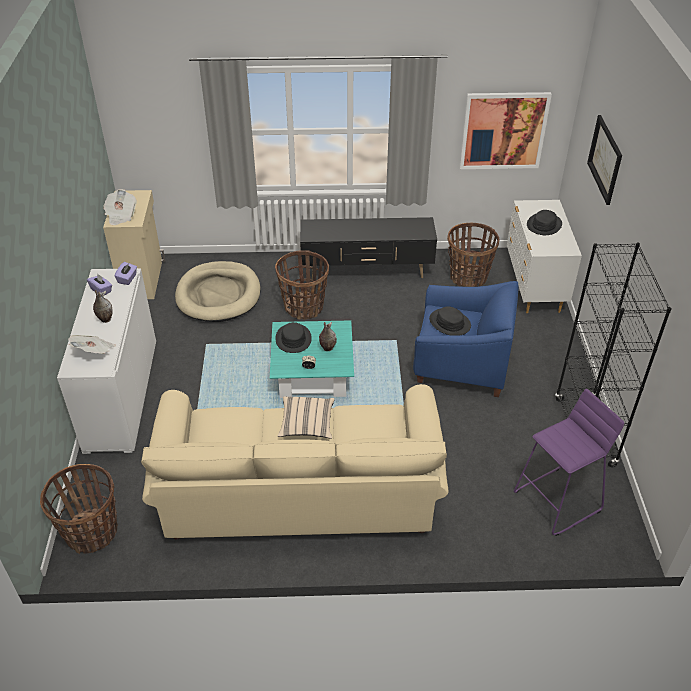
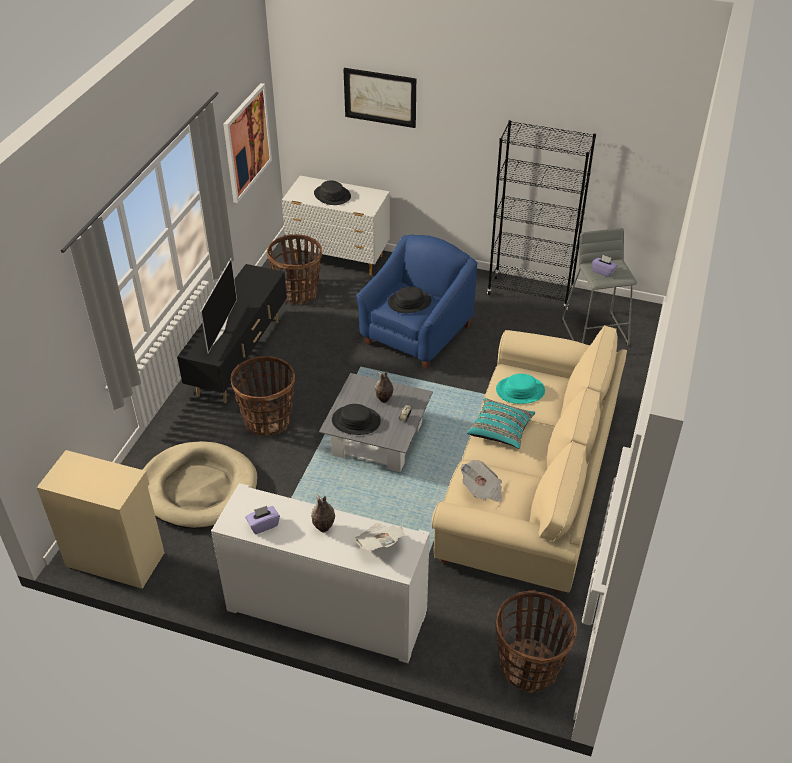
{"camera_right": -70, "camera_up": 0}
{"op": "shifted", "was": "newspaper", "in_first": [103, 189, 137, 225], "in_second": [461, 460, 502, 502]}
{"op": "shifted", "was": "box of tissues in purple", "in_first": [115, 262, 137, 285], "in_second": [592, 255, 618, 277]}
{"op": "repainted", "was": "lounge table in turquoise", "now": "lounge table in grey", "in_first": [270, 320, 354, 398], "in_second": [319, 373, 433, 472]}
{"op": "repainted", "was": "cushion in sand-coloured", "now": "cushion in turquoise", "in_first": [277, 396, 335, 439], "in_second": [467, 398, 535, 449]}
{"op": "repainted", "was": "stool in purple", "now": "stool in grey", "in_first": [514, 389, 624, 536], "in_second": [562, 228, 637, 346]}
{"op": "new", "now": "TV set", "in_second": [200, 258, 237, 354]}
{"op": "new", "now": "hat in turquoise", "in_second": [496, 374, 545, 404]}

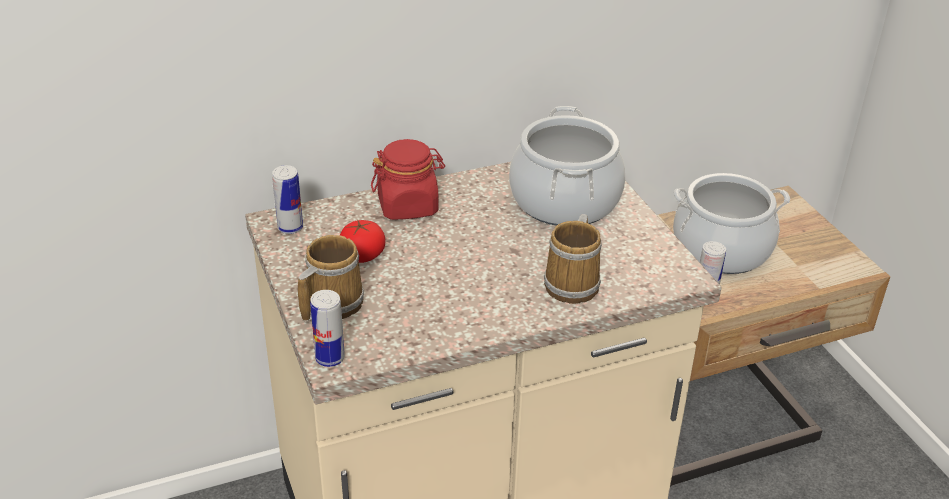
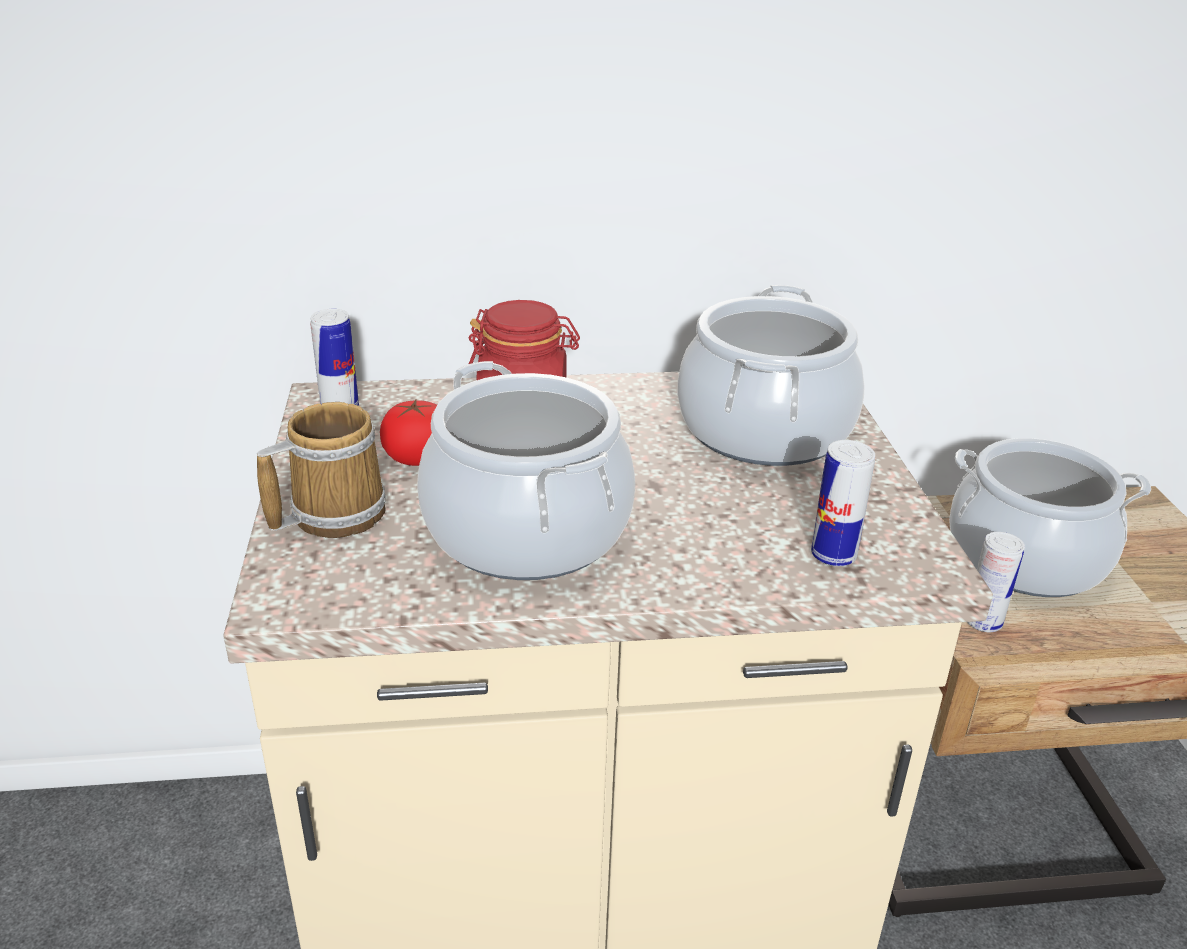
{"camera_right": 15, "camera_up": -5}
{"op": "shifted", "was": "metal can", "in_first": [310, 290, 345, 367], "in_second": [811, 440, 875, 566]}
{"op": "gone", "was": "mug", "in_first": [544, 214, 602, 304]}
{"op": "new", "now": "saucepot", "in_second": [417, 361, 636, 580]}

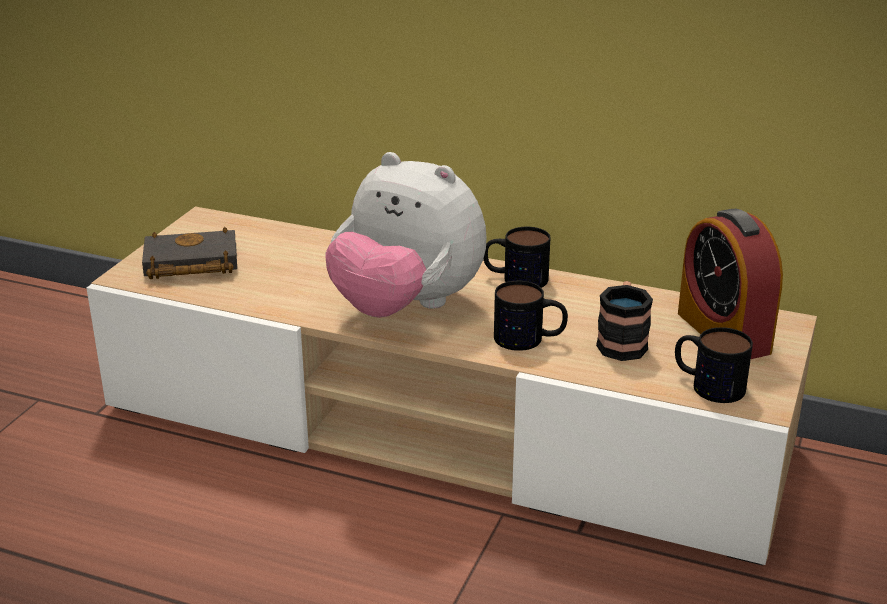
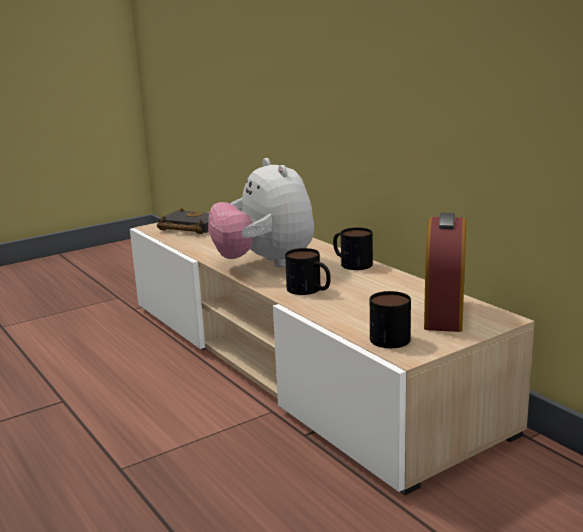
{"camera_right": 35, "camera_up": -10}
{"op": "gone", "was": "mug", "in_first": [596, 281, 653, 361]}

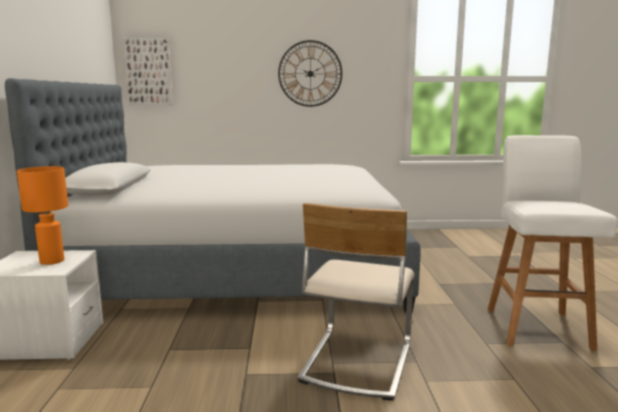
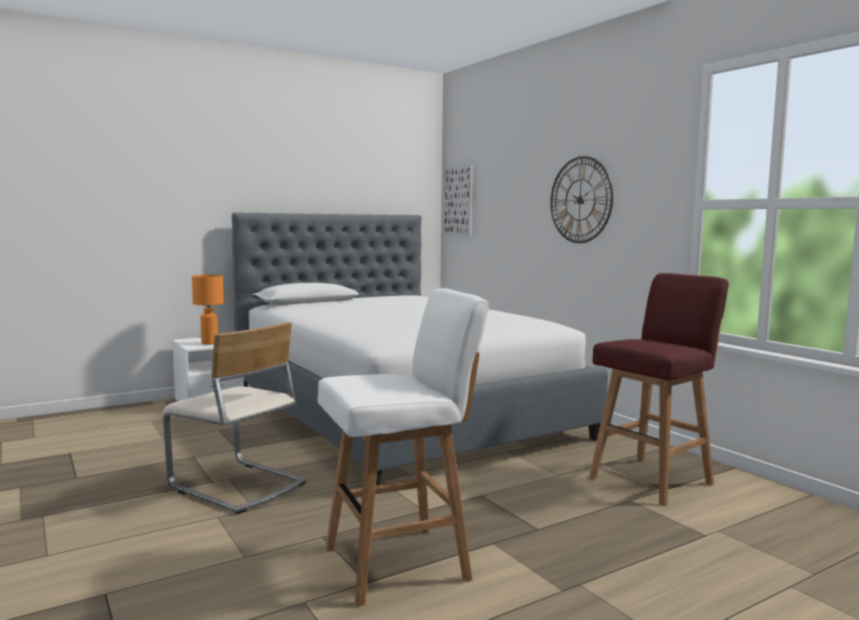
{"camera_right": 60, "camera_up": -5}
{"op": "rotated", "was": "plain chair in sand-coloured", "in_first": [297, 203, 414, 401], "in_second": [162, 322, 306, 514], "clockwise": -135}
{"op": "new", "now": "stool in red-coloured", "in_second": [589, 273, 729, 506]}

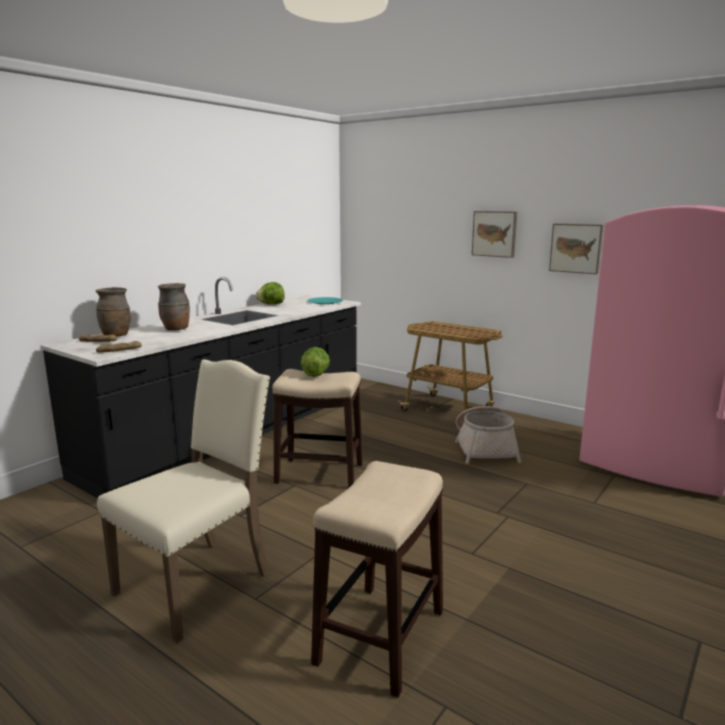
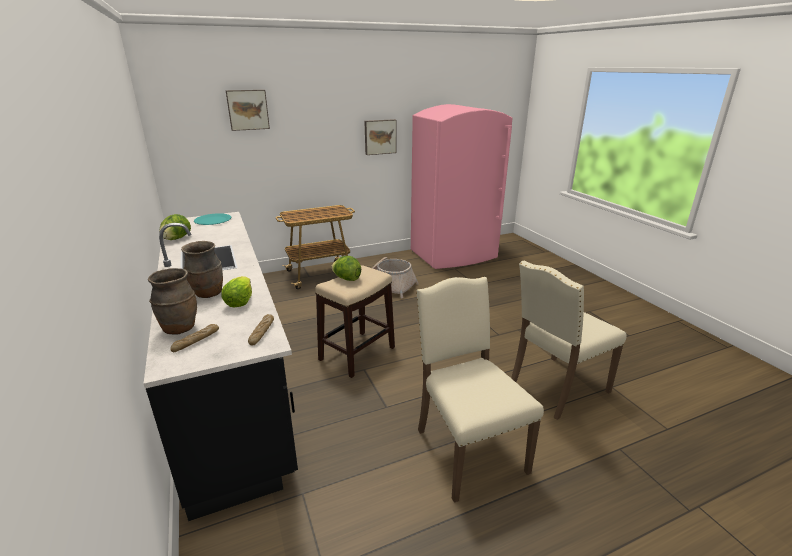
{"camera_right": -60, "camera_up": 10}
{"op": "swapped", "was": "stool", "now": "plain chair in sand-coloured", "in_first": [311, 461, 443, 698], "in_second": [511, 261, 626, 420]}
{"op": "shifted", "was": "wall art", "in_first": [472, 211, 517, 258], "in_second": [226, 90, 270, 131]}
{"op": "new", "now": "lettuce head", "in_second": [221, 276, 252, 308]}

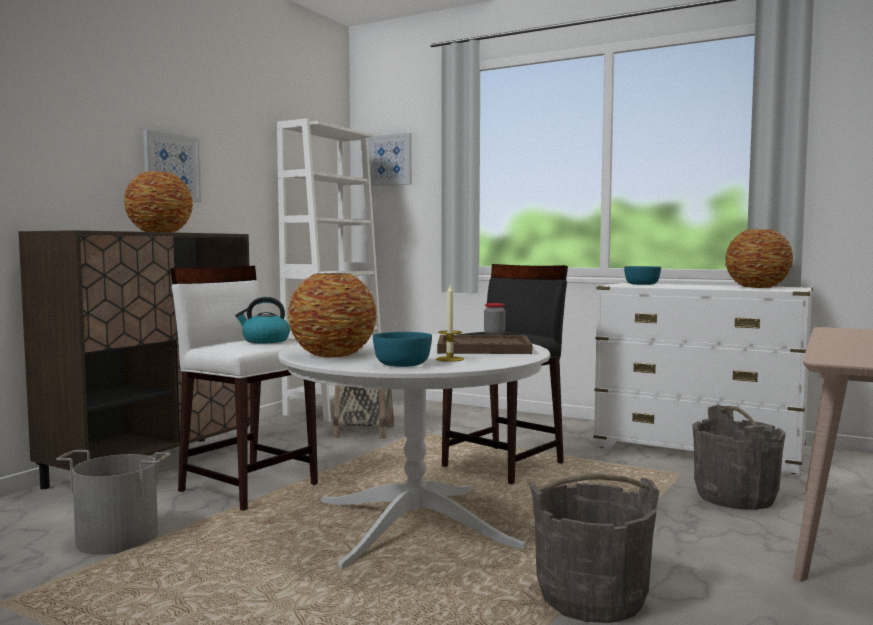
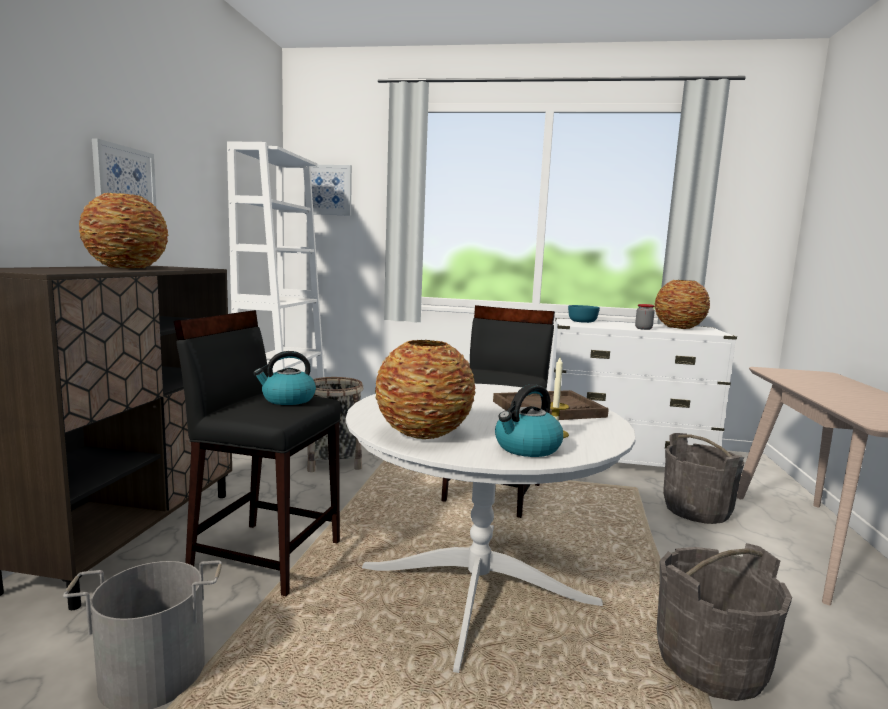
{"camera_right": -20, "camera_up": 5}
{"op": "repainted", "was": "stool in whitish", "now": "stool in black-coloured", "in_first": [170, 266, 318, 511], "in_second": [174, 310, 341, 596]}
{"op": "swapped", "was": "serving bowl in turquoise", "now": "kettle", "in_first": [373, 332, 432, 367], "in_second": [495, 384, 564, 457]}
{"op": "shifted", "was": "storage jar", "in_first": [484, 303, 505, 335], "in_second": [635, 304, 655, 330]}

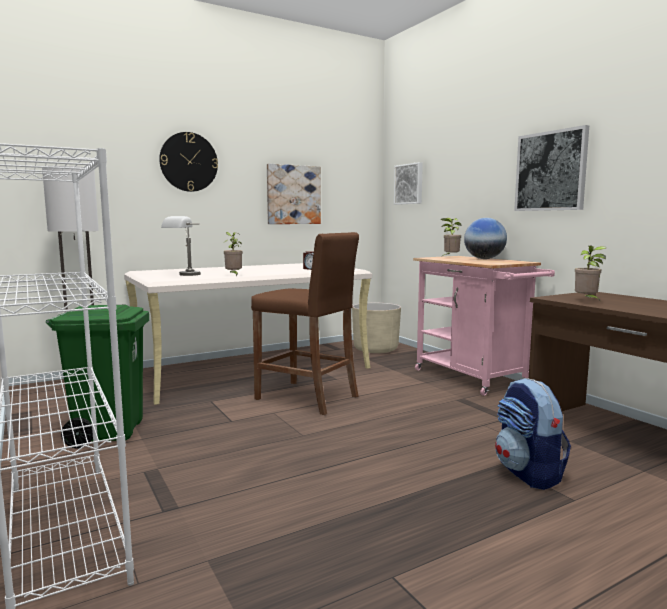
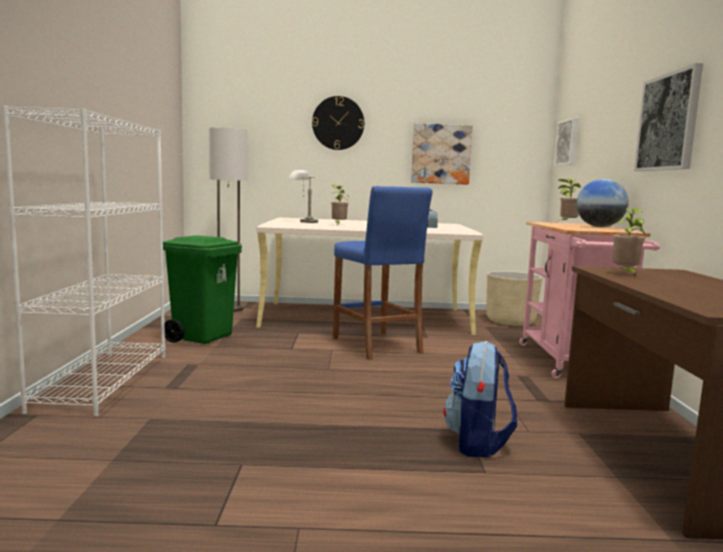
{"camera_right": 30, "camera_up": 0}
{"op": "repainted", "was": "stool in brown", "now": "stool in blue", "in_first": [251, 232, 359, 415], "in_second": [333, 186, 432, 360]}

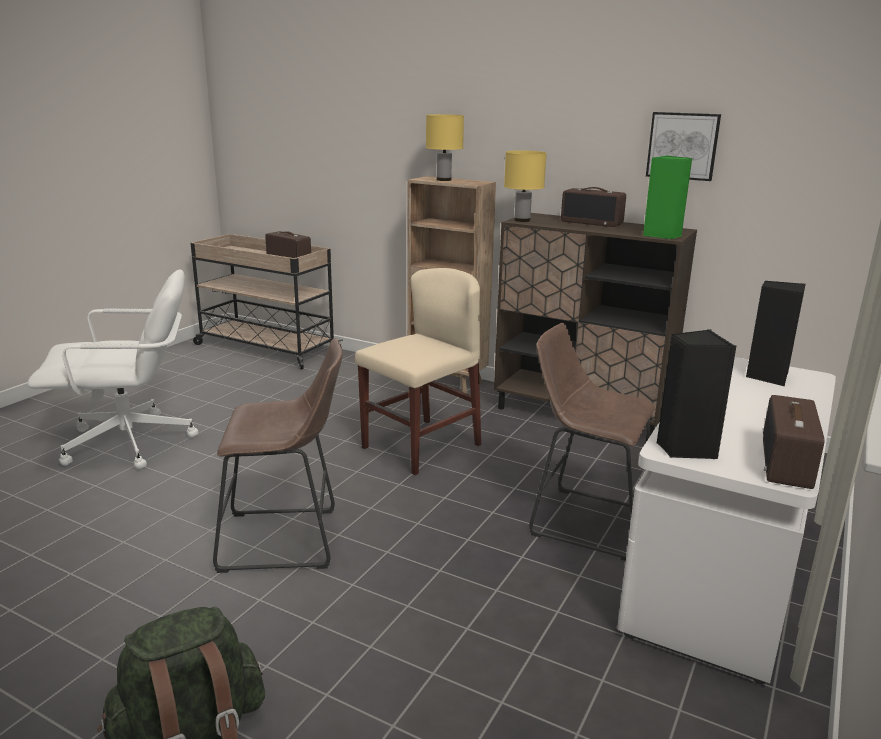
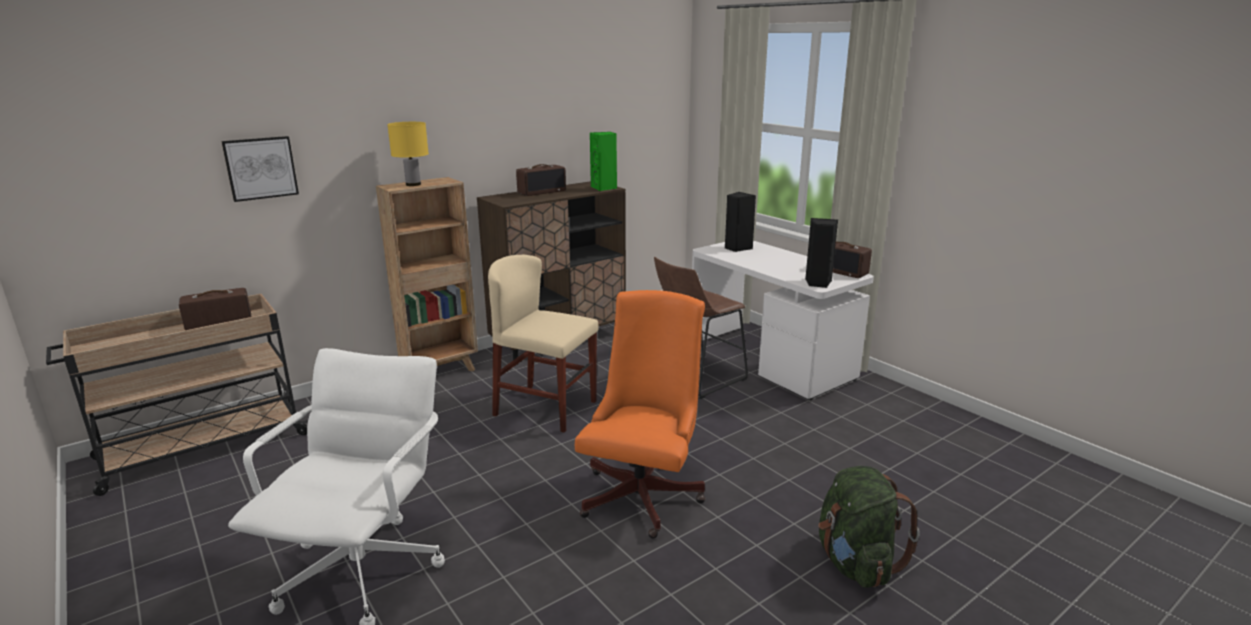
{"camera_right": -65, "camera_up": 0}
{"op": "swapped", "was": "stool in brown", "now": "computer chair in orangey", "in_first": [213, 338, 342, 573], "in_second": [575, 290, 705, 539]}
{"op": "rotated", "was": "plain chair in sand-coloured", "in_first": [355, 268, 481, 475], "in_second": [488, 255, 599, 432], "clockwise": -45}
{"op": "gone", "was": "table lamp in yellow-coloured", "in_first": [504, 150, 547, 222]}
{"op": "shifted", "was": "wall art", "in_first": [646, 112, 721, 181], "in_second": [221, 136, 299, 202]}

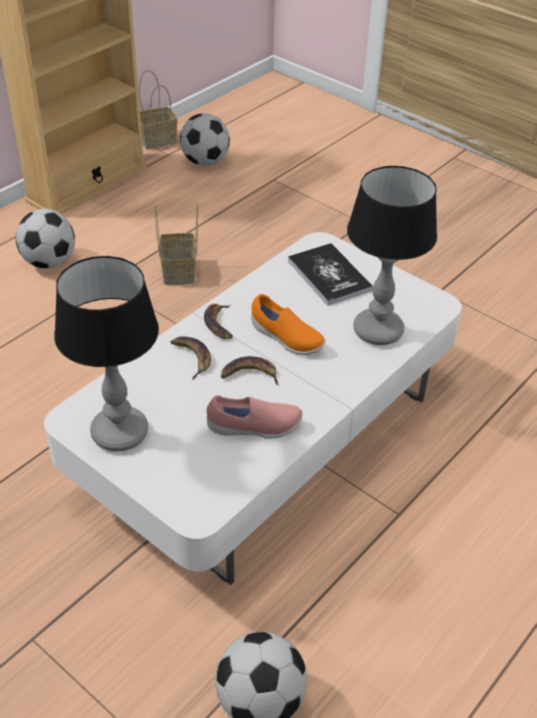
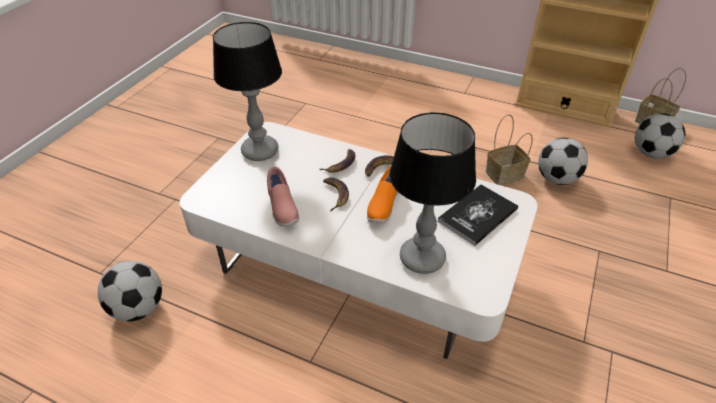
{"camera_right": 75, "camera_up": 0}
{"op": "shifted", "was": "football ball", "in_first": [15, 209, 75, 269], "in_second": [538, 138, 588, 185]}

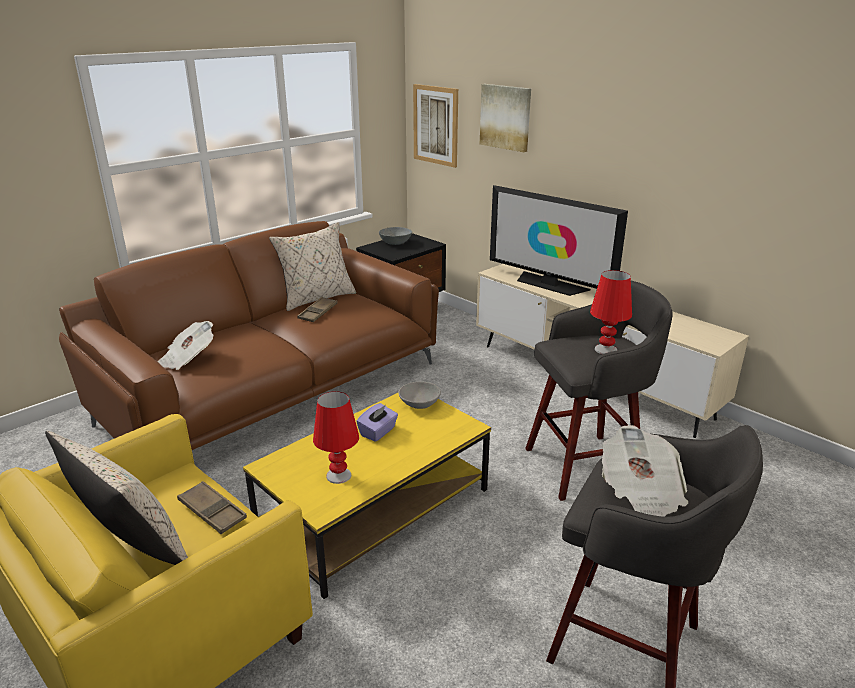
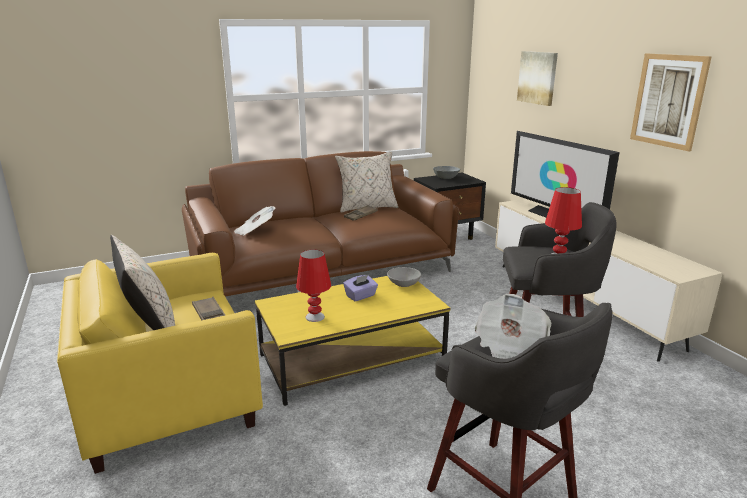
{"camera_right": 20, "camera_up": -5}
{"op": "shifted", "was": "wall art", "in_first": [413, 84, 458, 168], "in_second": [630, 53, 712, 151]}

